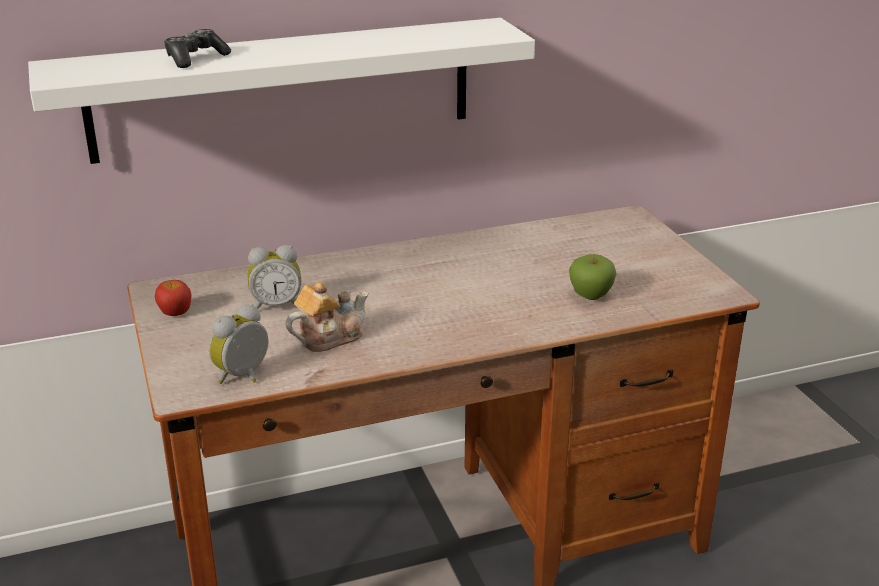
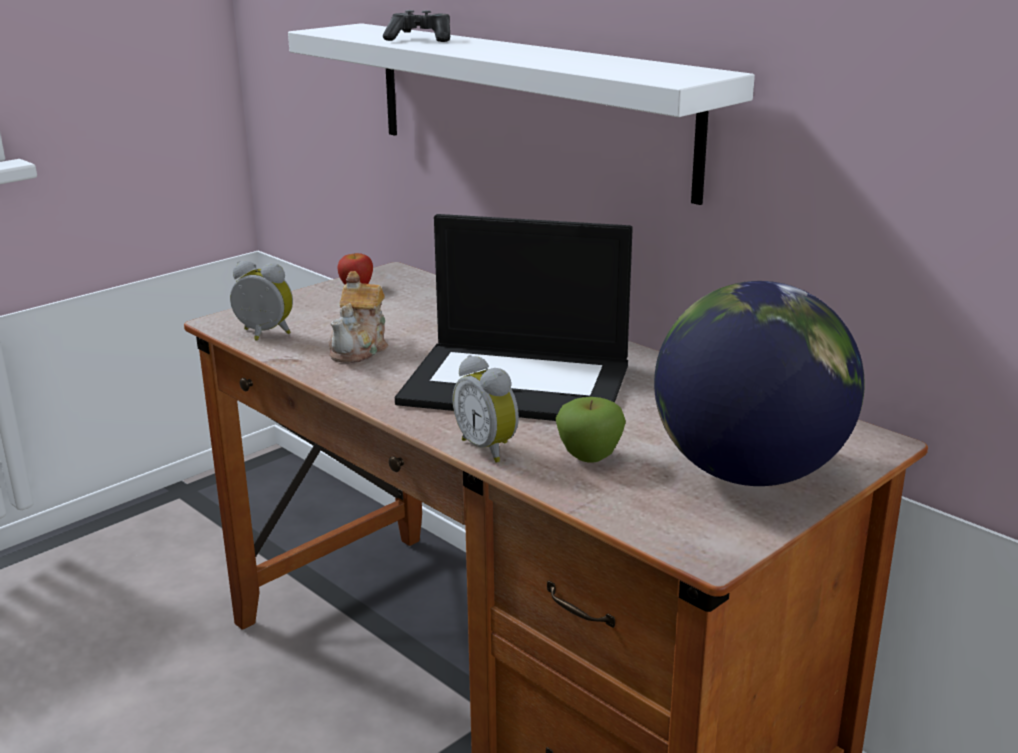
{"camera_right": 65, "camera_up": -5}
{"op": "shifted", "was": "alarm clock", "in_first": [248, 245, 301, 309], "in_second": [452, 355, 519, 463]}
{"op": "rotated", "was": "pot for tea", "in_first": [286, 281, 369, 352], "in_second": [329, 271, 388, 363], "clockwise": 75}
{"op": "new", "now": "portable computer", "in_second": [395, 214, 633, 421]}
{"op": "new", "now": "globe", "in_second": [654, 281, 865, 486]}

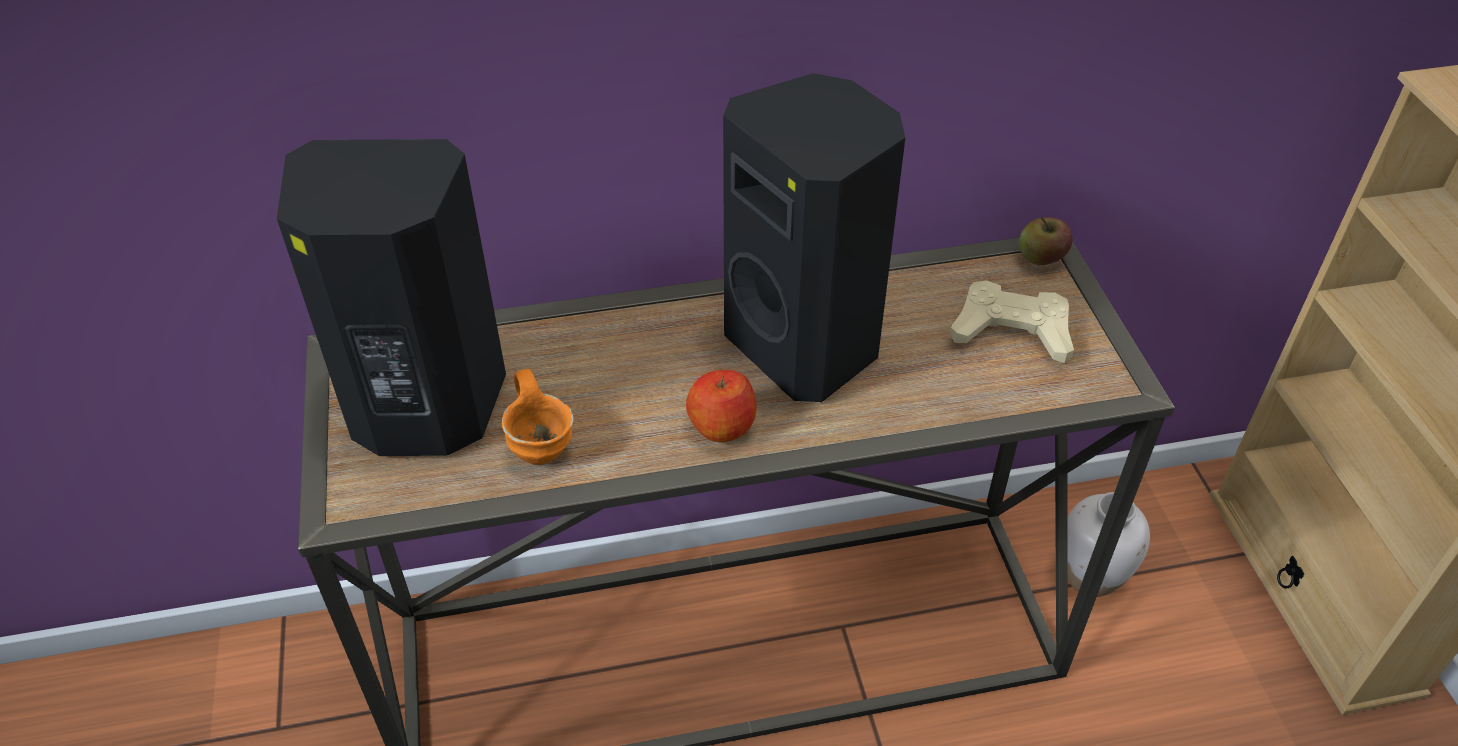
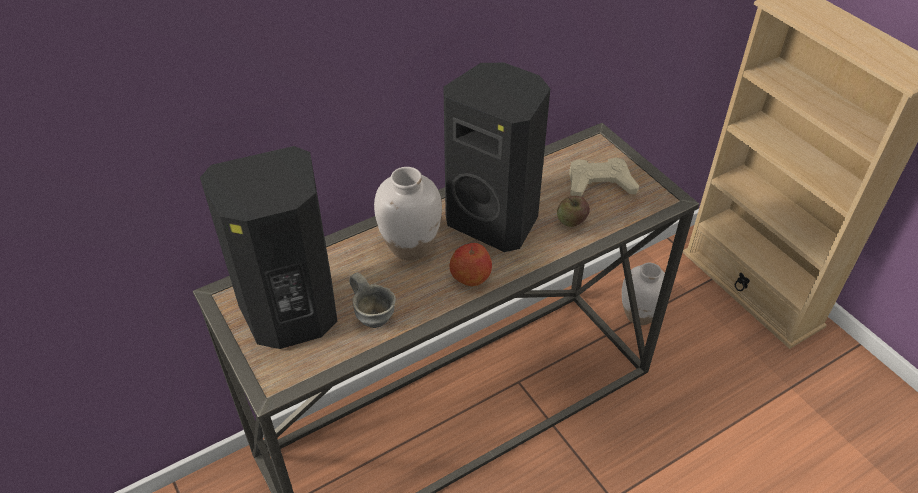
{"camera_right": -20, "camera_up": 0}
{"op": "repainted", "was": "mug in orangey", "now": "mug in grey", "in_first": [502, 369, 574, 465], "in_second": [349, 273, 396, 328]}
{"op": "shifted", "was": "apple", "in_first": [1019, 217, 1073, 265], "in_second": [557, 196, 590, 227]}
{"op": "new", "now": "flower vase in whitish", "in_second": [374, 167, 442, 260]}

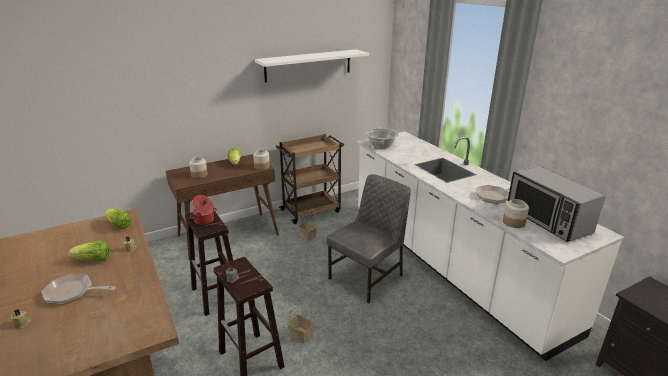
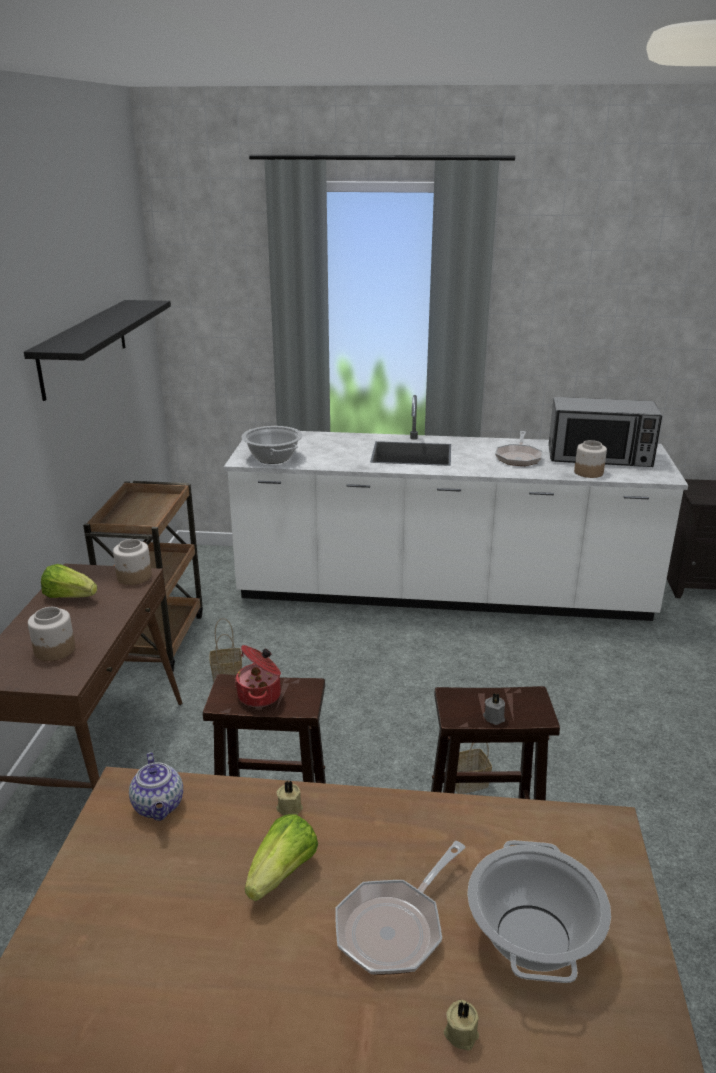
{"camera_right": -55, "camera_up": 0}
{"op": "swapped", "was": "lettuce head", "now": "pot for tea", "in_first": [105, 208, 132, 229], "in_second": [129, 752, 183, 821]}
{"op": "repainted", "was": "wall shelf in whitish", "now": "wall shelf in black-coloured", "in_first": [255, 49, 369, 82], "in_second": [24, 300, 171, 401]}
{"op": "gone", "was": "plain chair in grey", "in_first": [326, 174, 411, 304]}
{"op": "new", "now": "saucepot", "in_second": [467, 840, 611, 983]}

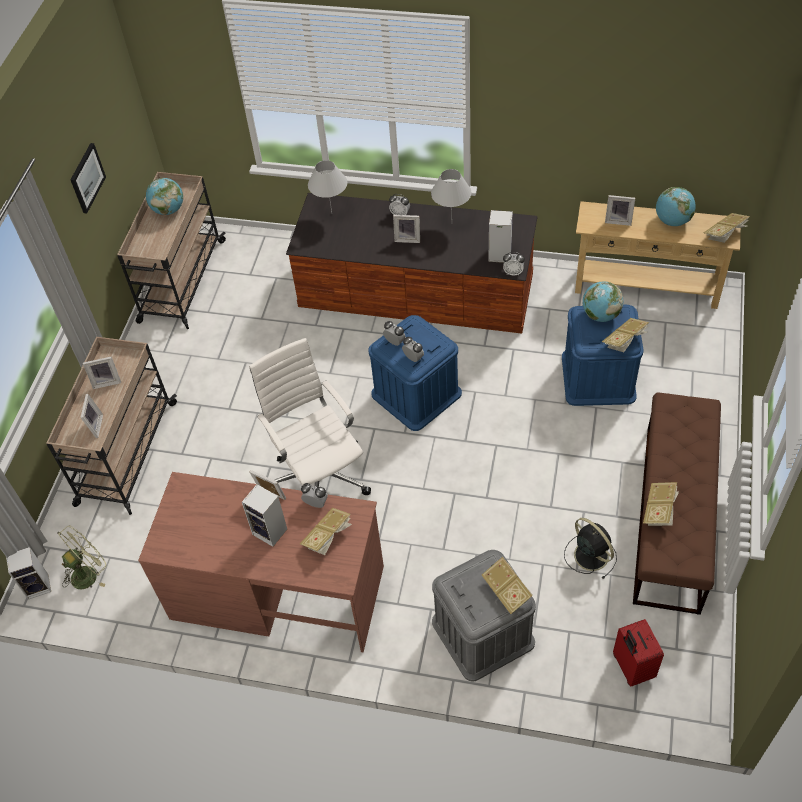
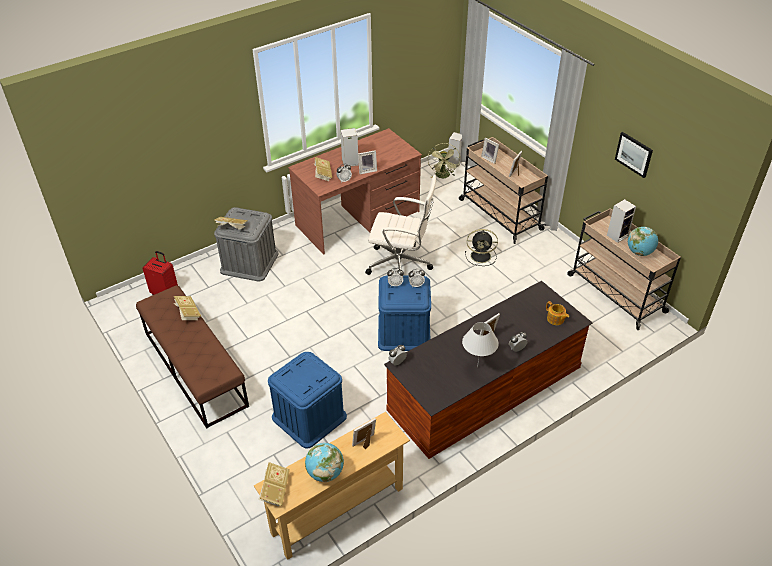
{"camera_right": 130, "camera_up": -10}
{"op": "swapped", "was": "table lamp in whitish", "now": "pot for tea", "in_first": [308, 160, 347, 212], "in_second": [546, 301, 569, 325]}
{"op": "shifted", "was": "loudspeaker", "in_first": [488, 210, 513, 263], "in_second": [607, 199, 636, 243]}
{"op": "shifted", "was": "fan in black-coloured", "in_first": [564, 518, 617, 579], "in_second": [465, 229, 498, 266]}
{"op": "gone", "was": "globe", "in_first": [583, 282, 623, 322]}
{"op": "gone", "was": "volume", "in_first": [602, 318, 649, 352]}

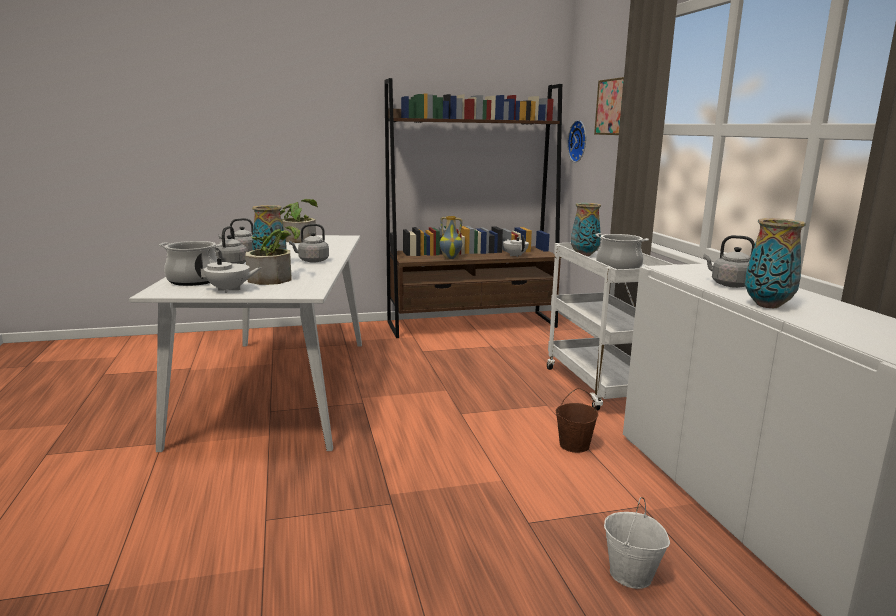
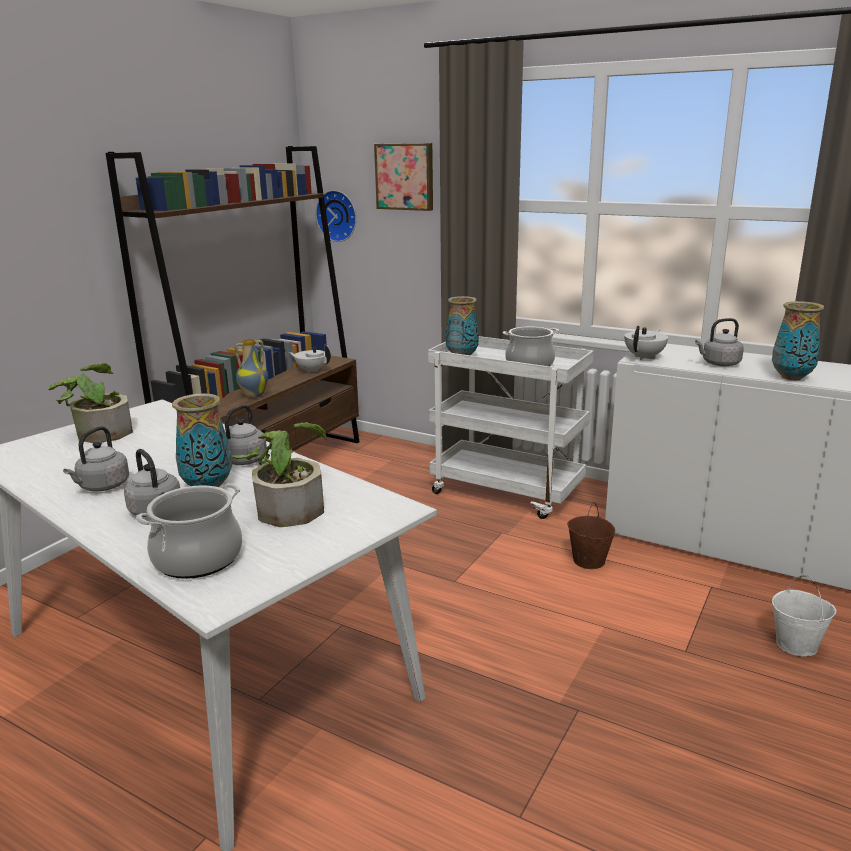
{"camera_right": -45, "camera_up": 5}
{"op": "shifted", "was": "pot for tea in whitish", "in_first": [195, 253, 262, 293], "in_second": [624, 326, 668, 360]}

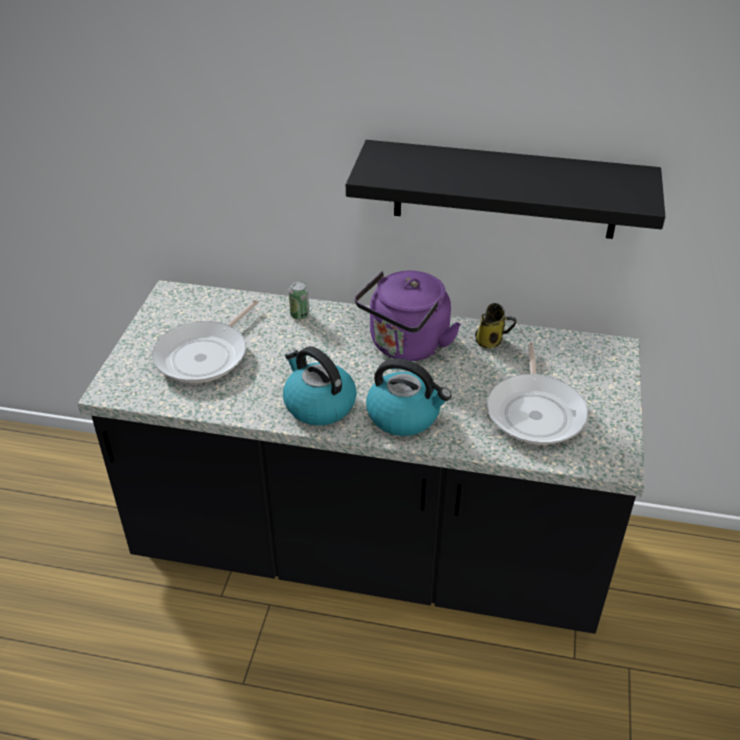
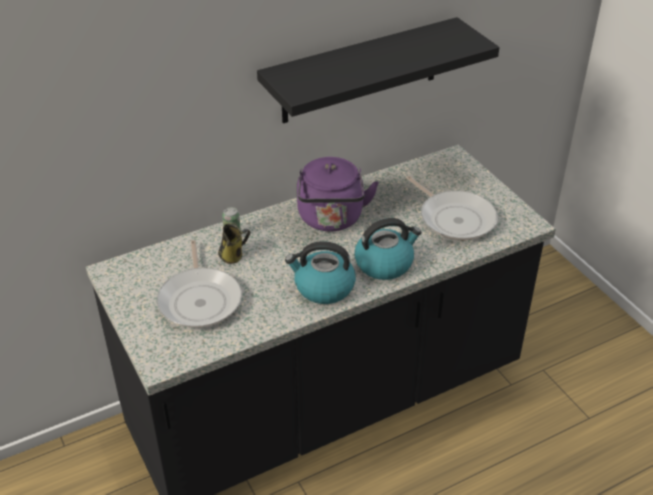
{"camera_right": -40, "camera_up": 0}
{"op": "shifted", "was": "mug", "in_first": [475, 303, 516, 349], "in_second": [218, 224, 250, 264]}

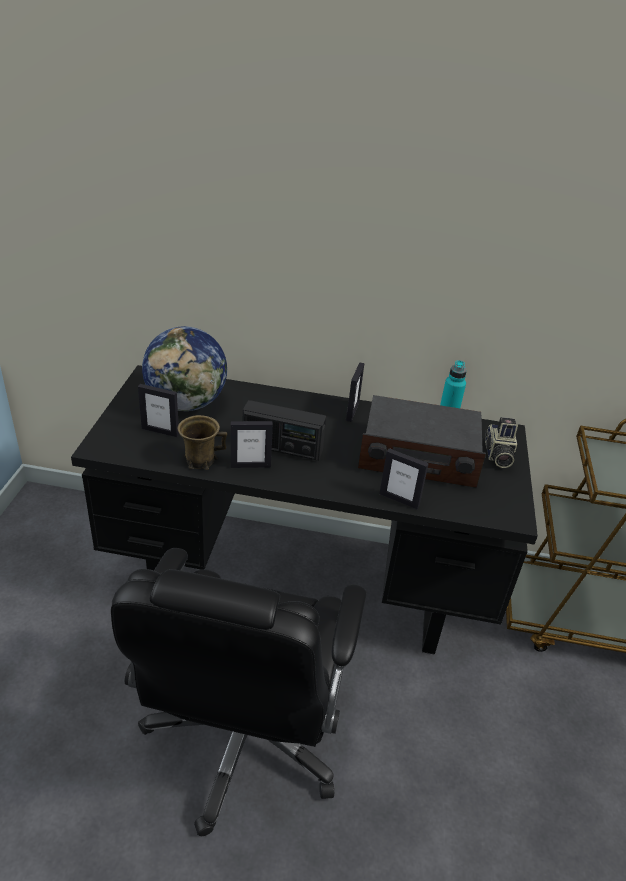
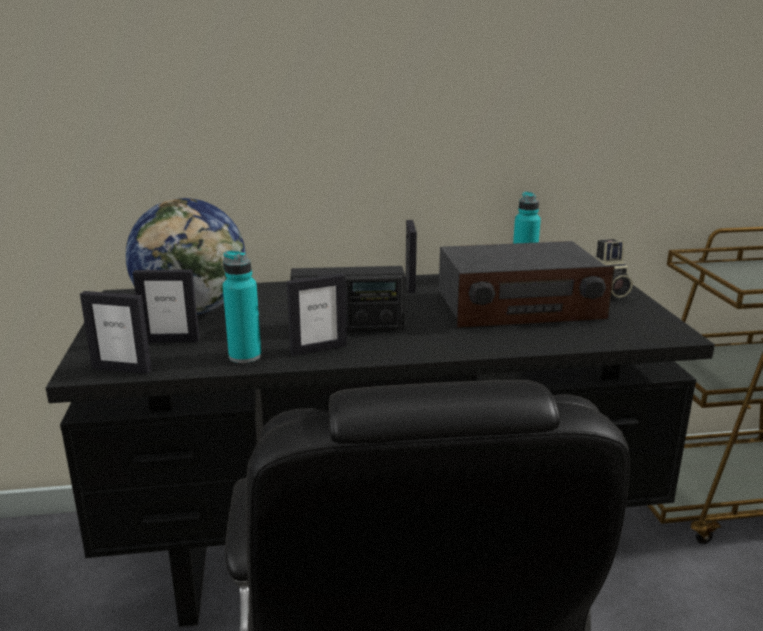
{"camera_right": -15, "camera_up": -15}
{"op": "swapped", "was": "mug in brown", "now": "bottle in turquoise", "in_first": [177, 415, 227, 470], "in_second": [223, 250, 261, 363]}
{"op": "shifted", "was": "picture frame", "in_first": [379, 448, 429, 509], "in_second": [80, 291, 152, 374]}

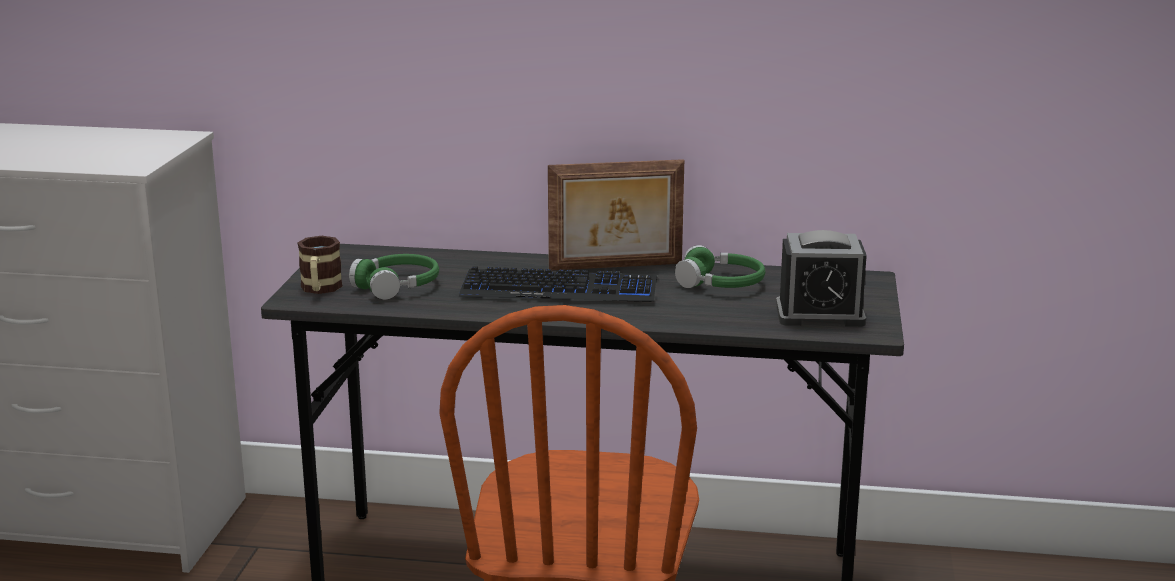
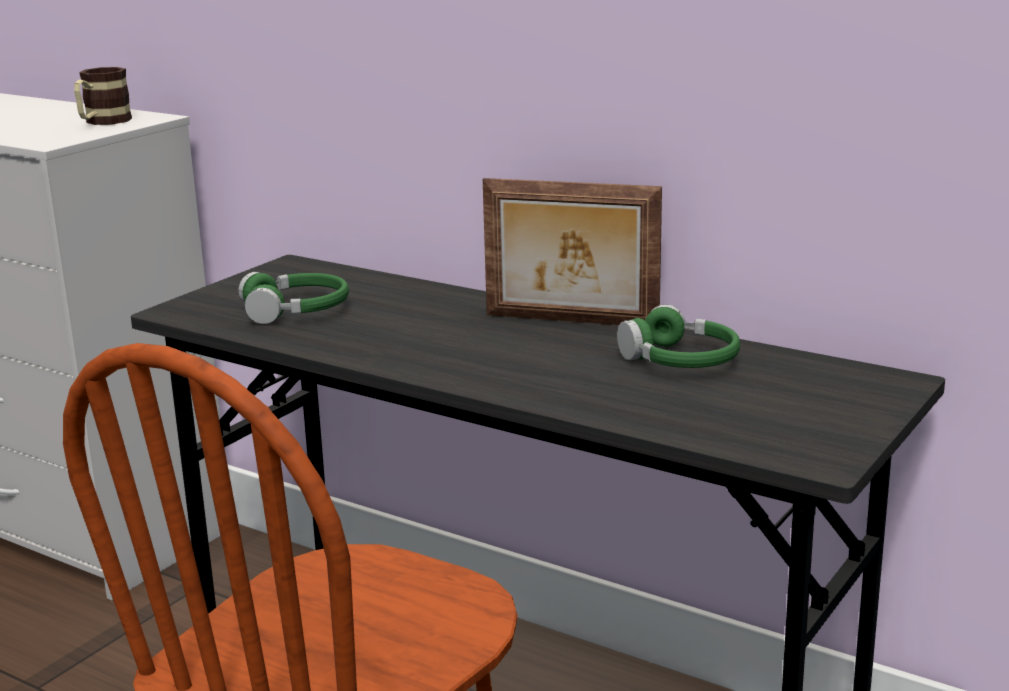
{"camera_right": 25, "camera_up": 0}
{"op": "shifted", "was": "mug", "in_first": [298, 236, 343, 294], "in_second": [74, 67, 132, 125]}
{"op": "gone", "was": "PC keyboard", "in_first": [459, 266, 657, 302]}
{"op": "gone", "was": "alarm clock", "in_first": [776, 230, 867, 327]}

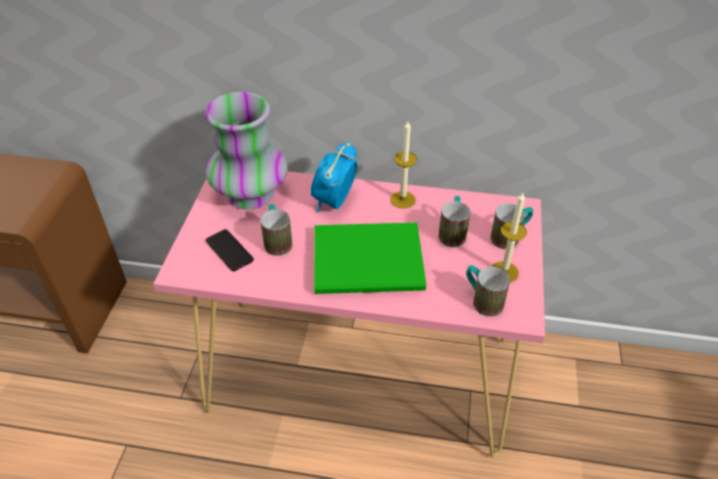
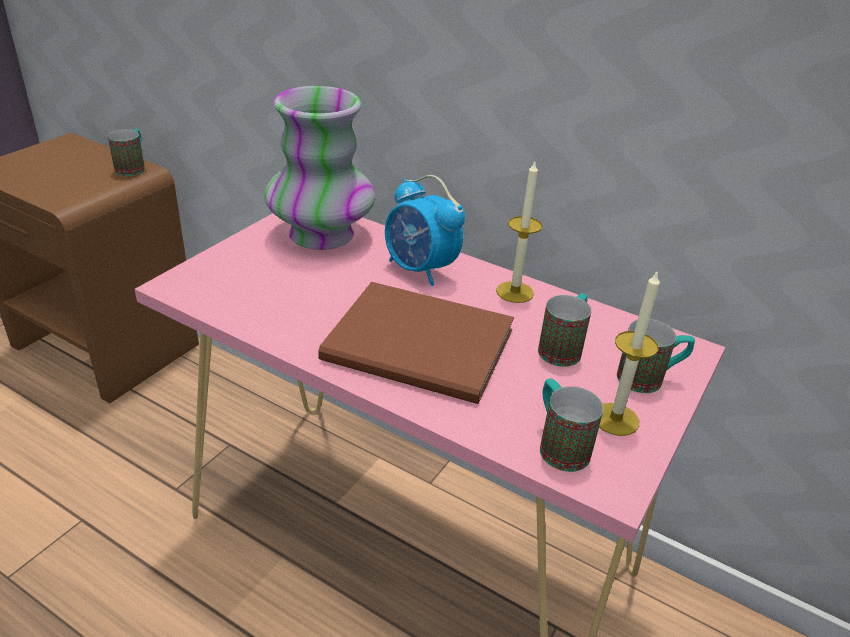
{"camera_right": 20, "camera_up": -10}
{"op": "gone", "was": "telephone", "in_first": [206, 229, 254, 271]}
{"op": "shifted", "was": "mug", "in_first": [261, 204, 292, 256], "in_second": [108, 129, 145, 176]}
{"op": "rotated", "was": "alarm clock", "in_first": [311, 142, 358, 213], "in_second": [385, 175, 465, 286], "clockwise": -90}
{"op": "repainted", "was": "volume in green", "now": "volume in brown", "in_first": [314, 222, 426, 294], "in_second": [318, 282, 514, 404]}

